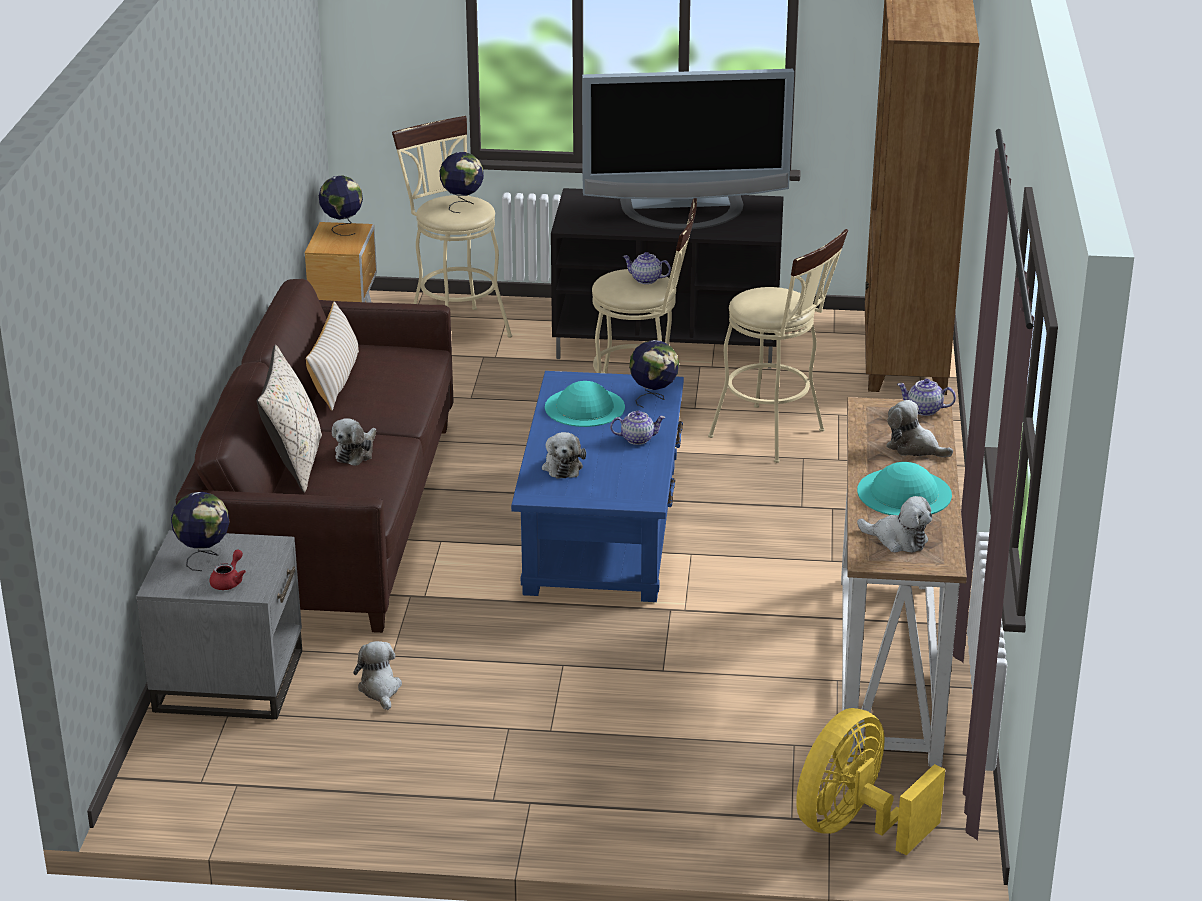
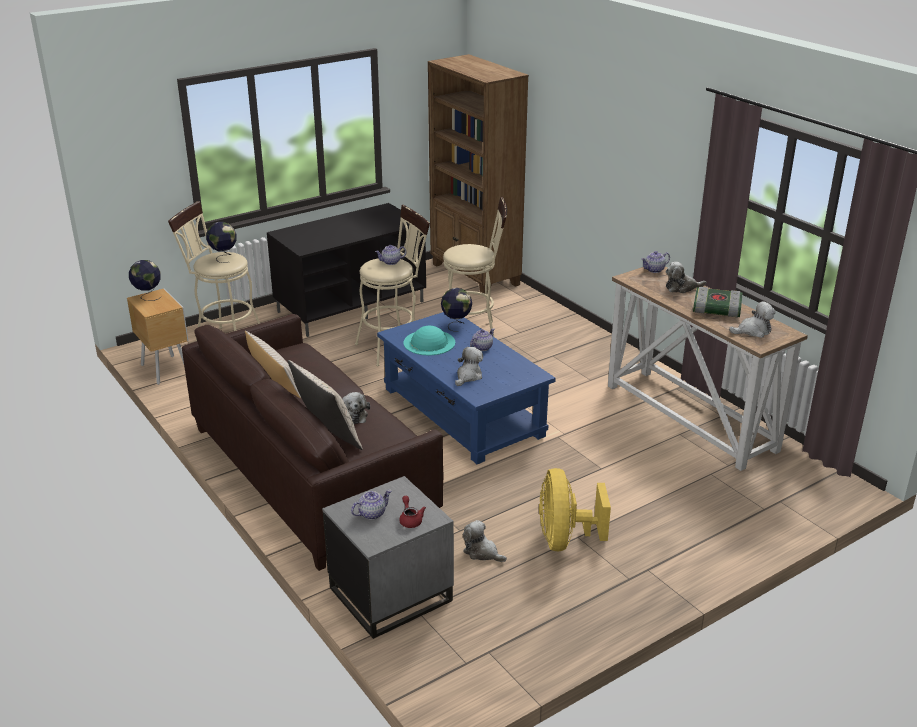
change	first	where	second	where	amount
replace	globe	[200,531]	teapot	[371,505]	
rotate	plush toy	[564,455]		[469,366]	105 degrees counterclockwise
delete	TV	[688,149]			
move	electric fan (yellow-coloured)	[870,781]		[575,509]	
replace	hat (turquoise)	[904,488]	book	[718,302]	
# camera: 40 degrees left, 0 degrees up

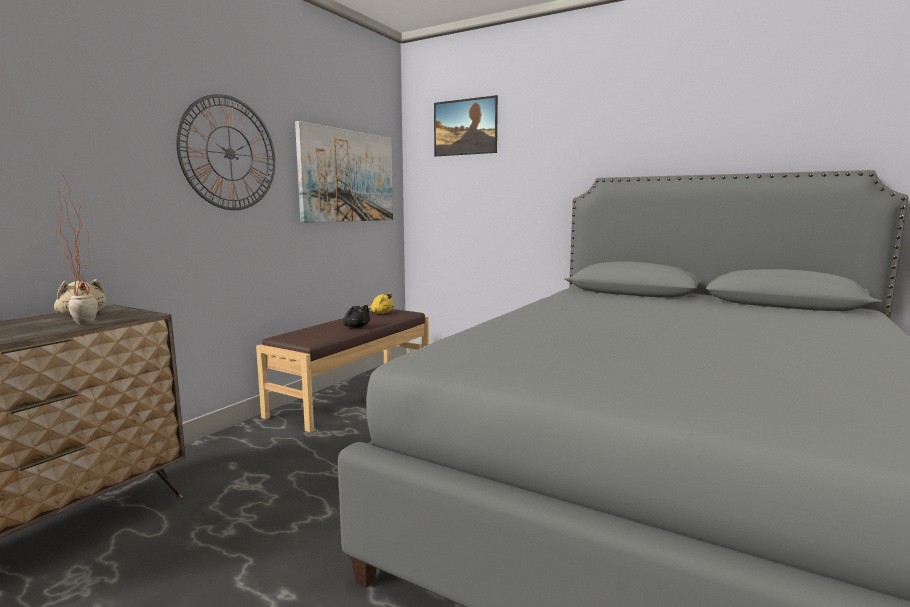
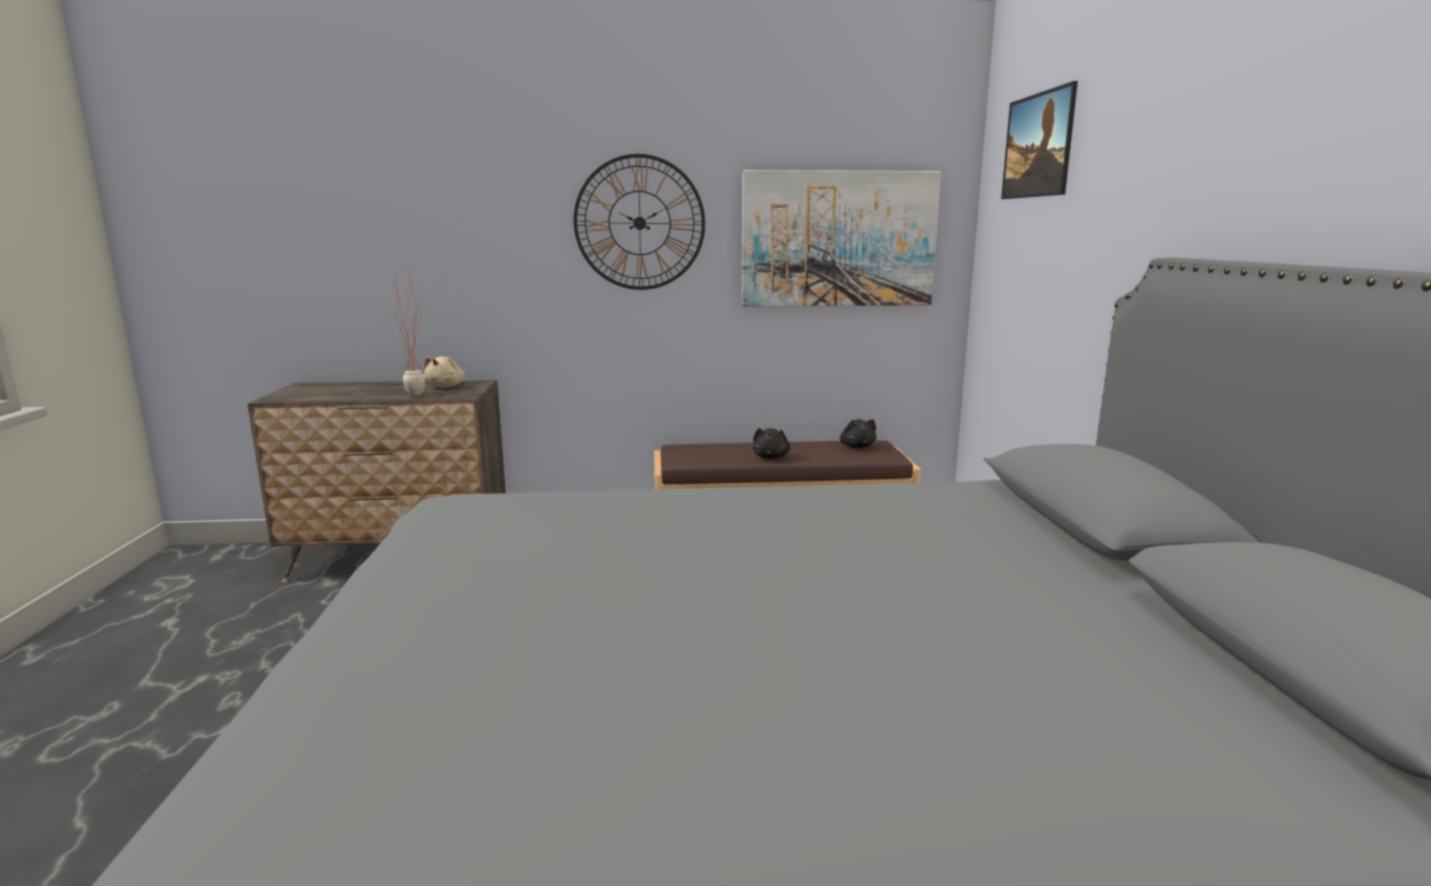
change	first	where	second	where	amount
recolor	plush toy (yellow-coloured)	[381,303]	plush toy (black-coloured)	[858,433]	
# camera: 55 degrees right, 5 degrees up

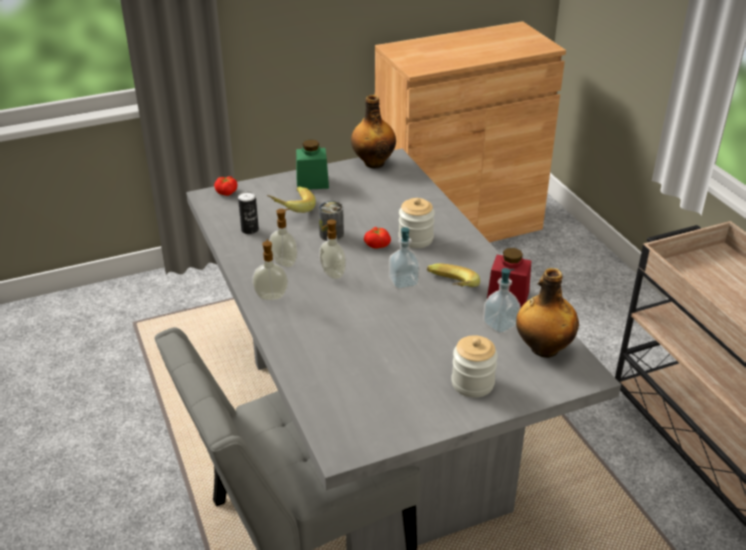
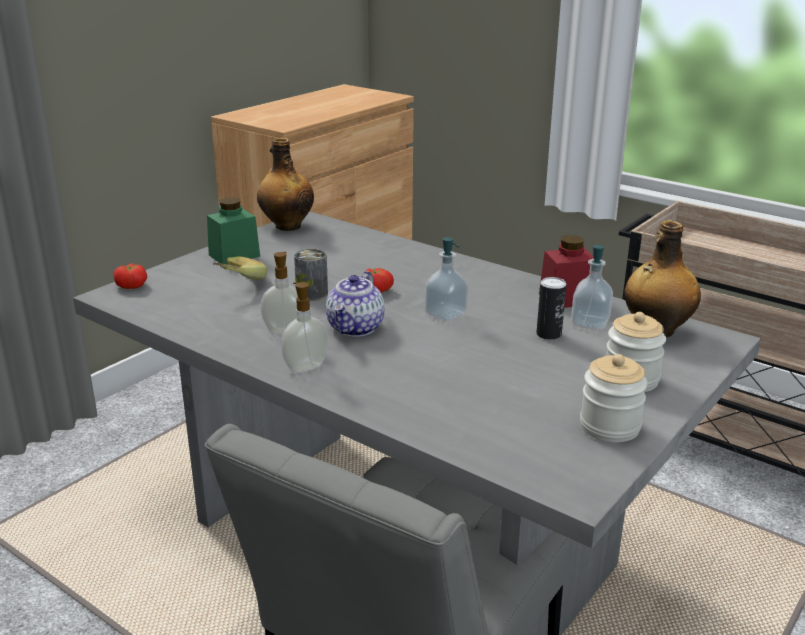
change	first	where	second	where	amount
move	sealed can	[248,213]		[551,308]	
replace	liquid soap bottle	[332,249]	teapot	[355,304]	
move	preserve jar	[416,223]		[614,398]	
delete	whole banana	[453,275]			
# camera: 30 degrees left, 10 degrees down

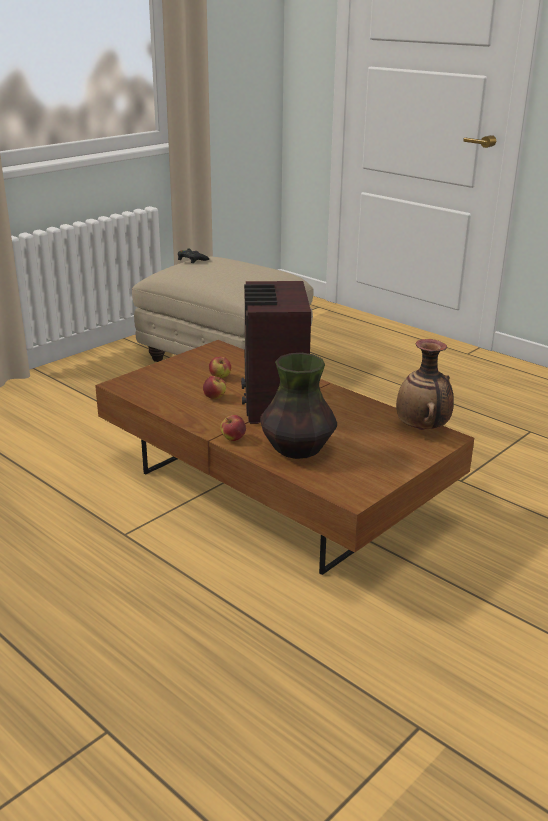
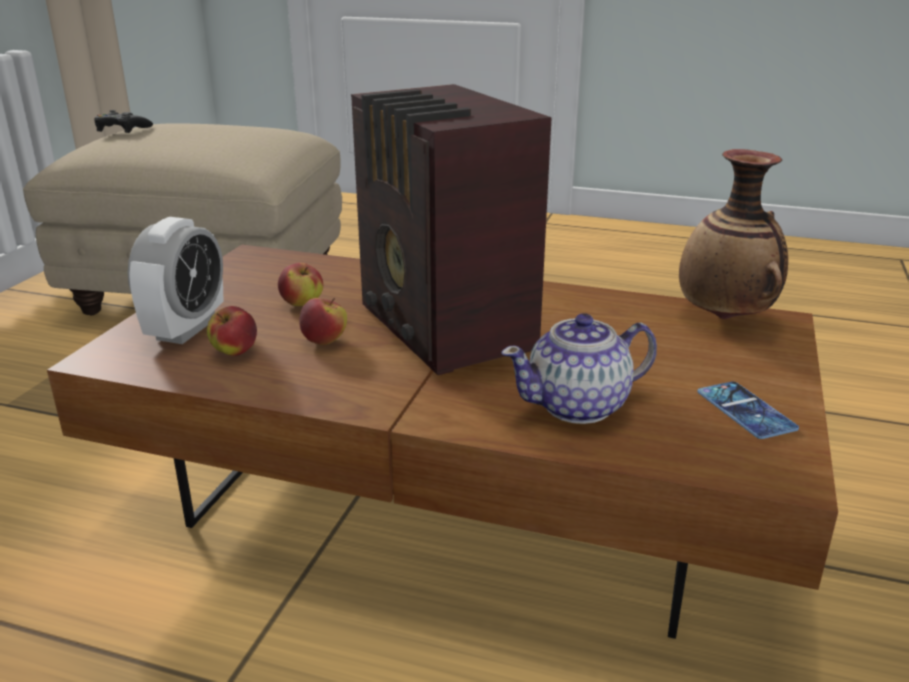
change	first	where	second	where	amount
move	apple	[233,428]		[232,331]	
replace	vase	[298,406]	teapot	[579,368]	
insert			alarm clock	[176,280]	
insert			telephone	[748,410]	
# camera: 25 degrees left, 0 degrees up

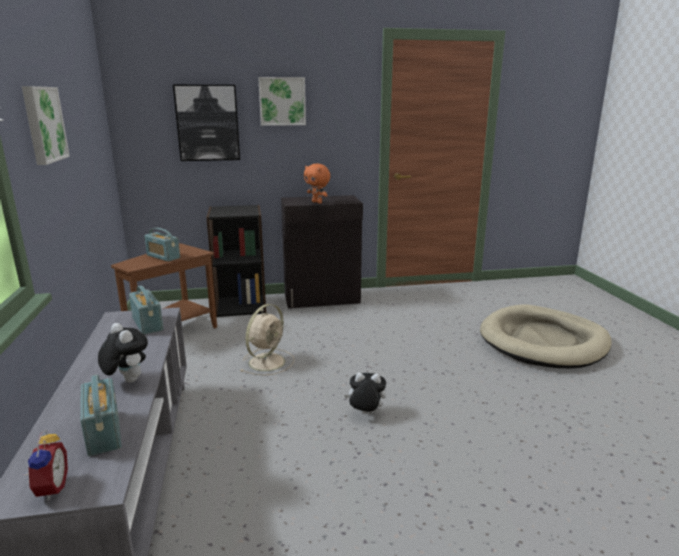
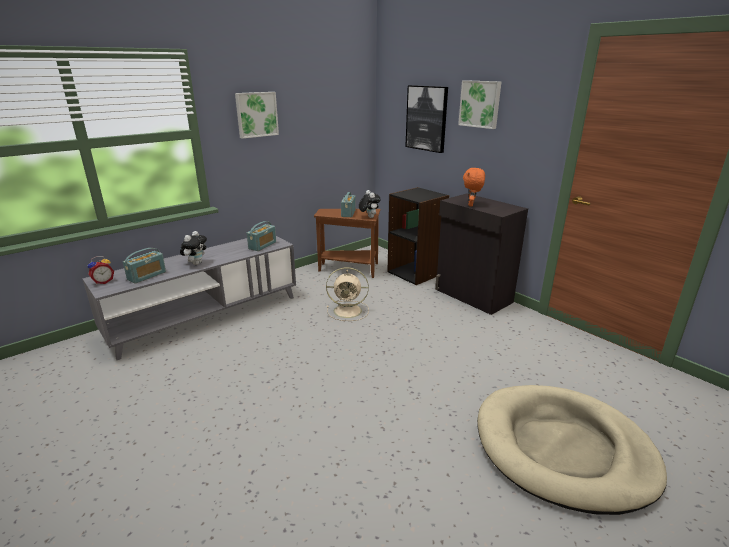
change	first	where	second	where	amount
move	plush toy	[365,393]		[370,204]	
# camera: 60 degrees right, 5 degrees up

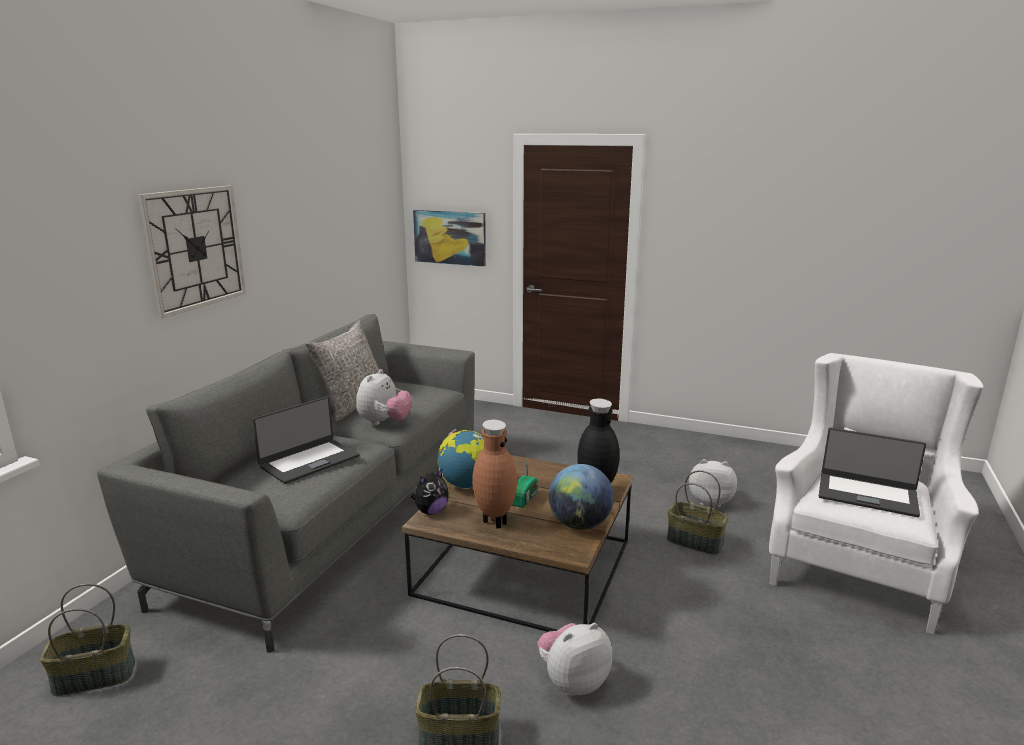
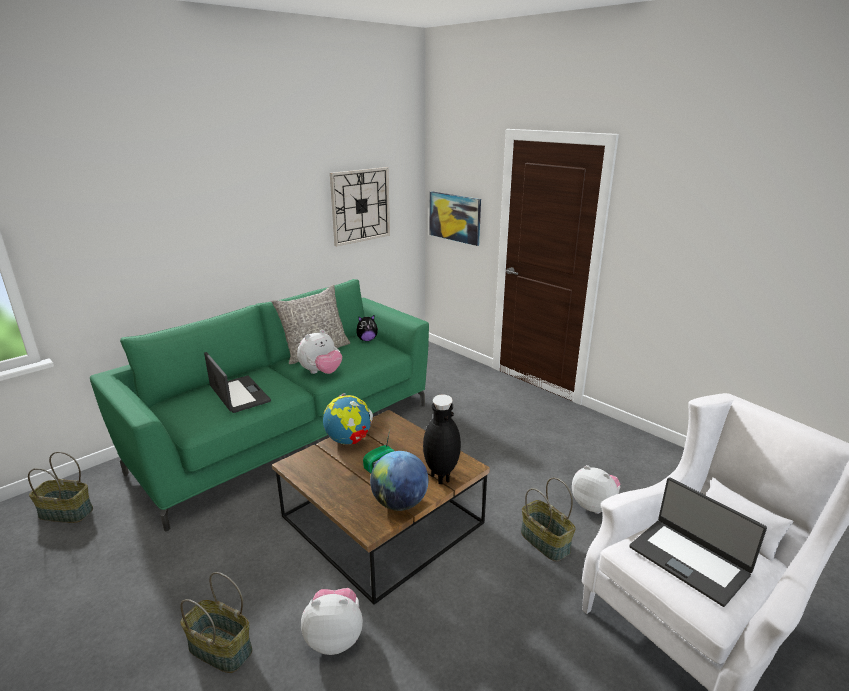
change	first	where	second	where	amount
recolor	settee (greyish)	[286,483]	settee (green-coloured)	[259,405]	
move	hanging clock	[191,252]		[360,207]	
rotate	portable computer	[305,440]		[237,382]	105 degrees counterclockwise
move	plush toy	[430,492]		[367,328]	
delete	vase (brown-coloured)	[494,474]			
# camera: 25 degrees right, 5 degrees up

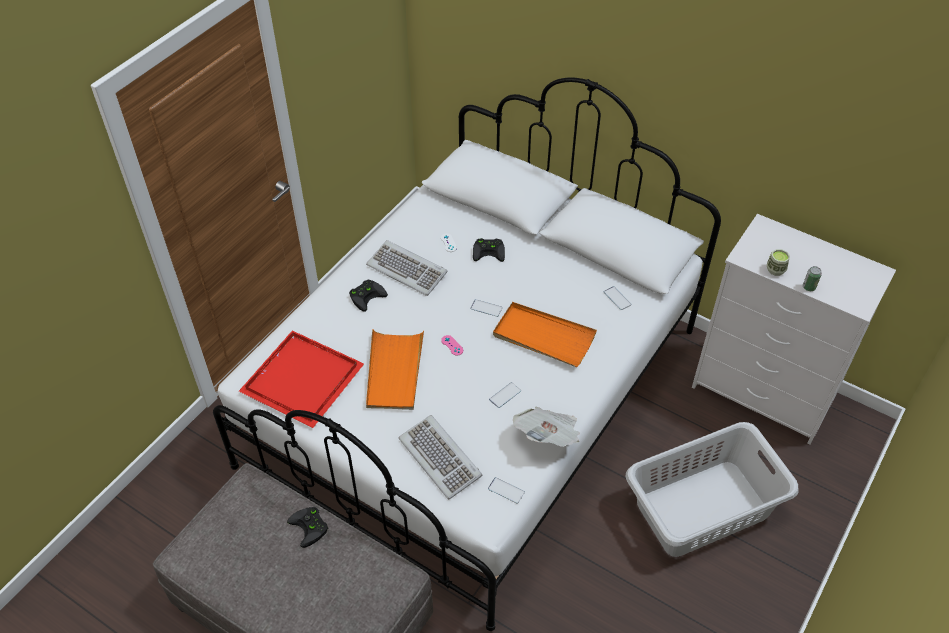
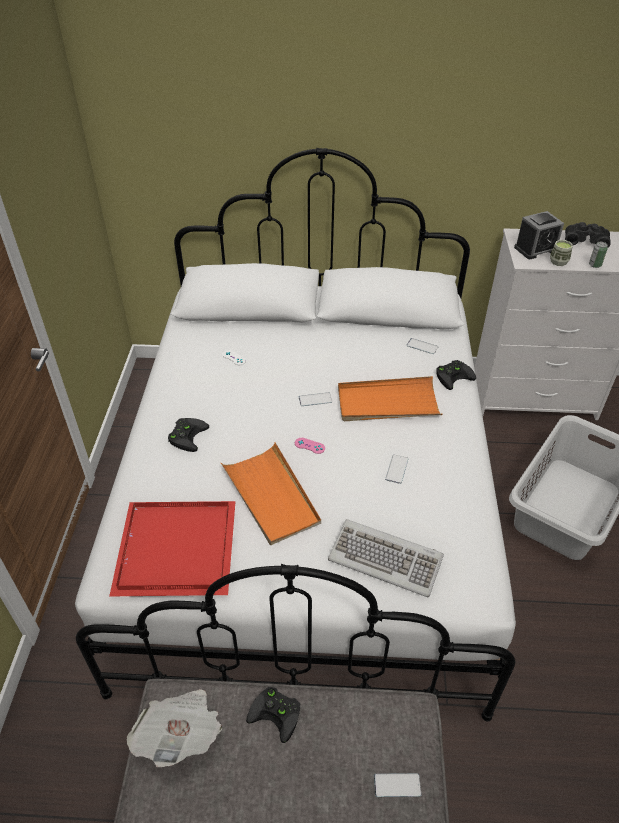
change	first	where	second	where	amount
delete	computer keyboard	[407,268]			
move	gamepad (black-coloured)	[489,250]		[456,375]	
move	telephone	[506,490]		[398,785]	
move	newspaper	[546,427]		[174,728]	
insert			alarm clock	[539,235]	
insert			binoculars (black-coloured)	[588,234]	
# camera: 30 degrees left, 5 degrees down

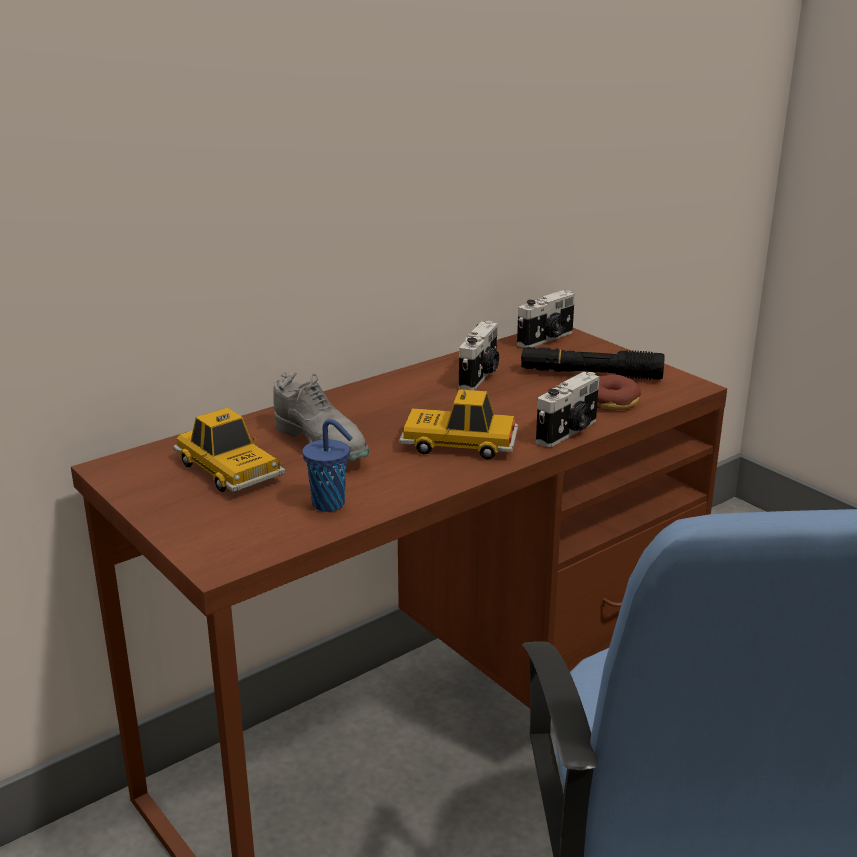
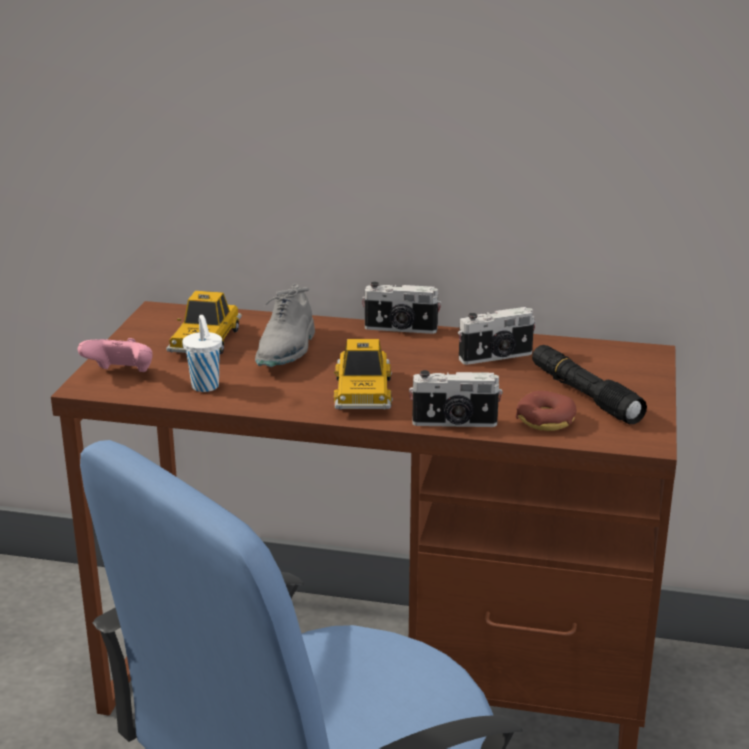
change	first	where	second	where	amount
recolor	small cup (blue)	[327,465]	small cup (white)	[202,353]	
rotate	miniature car	[458,424]		[363,374]	150 degrees counterclockwise
move	photo camera	[546,319]		[401,308]	
insert			gamepad (pinkish)	[115,355]	
# camera: 50 degrees right, 0 degrees up

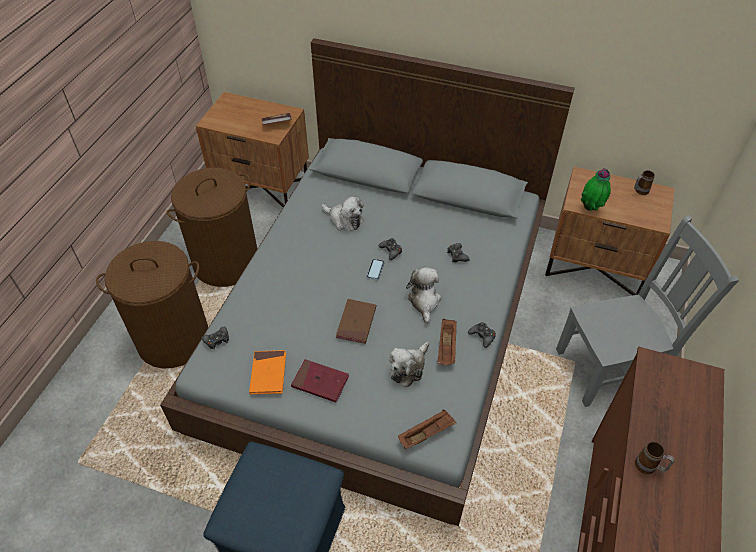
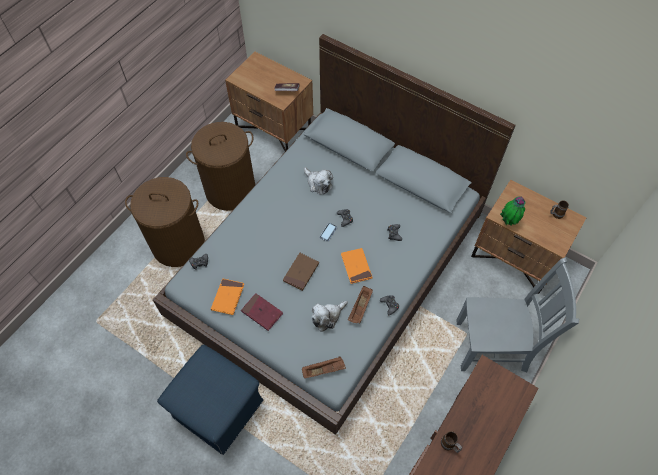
change	first	where	second	where	amount
replace	plush toy	[423,295]	book (orange)	[357,266]	
# camera: 15 degrees right, 10 degrees up

